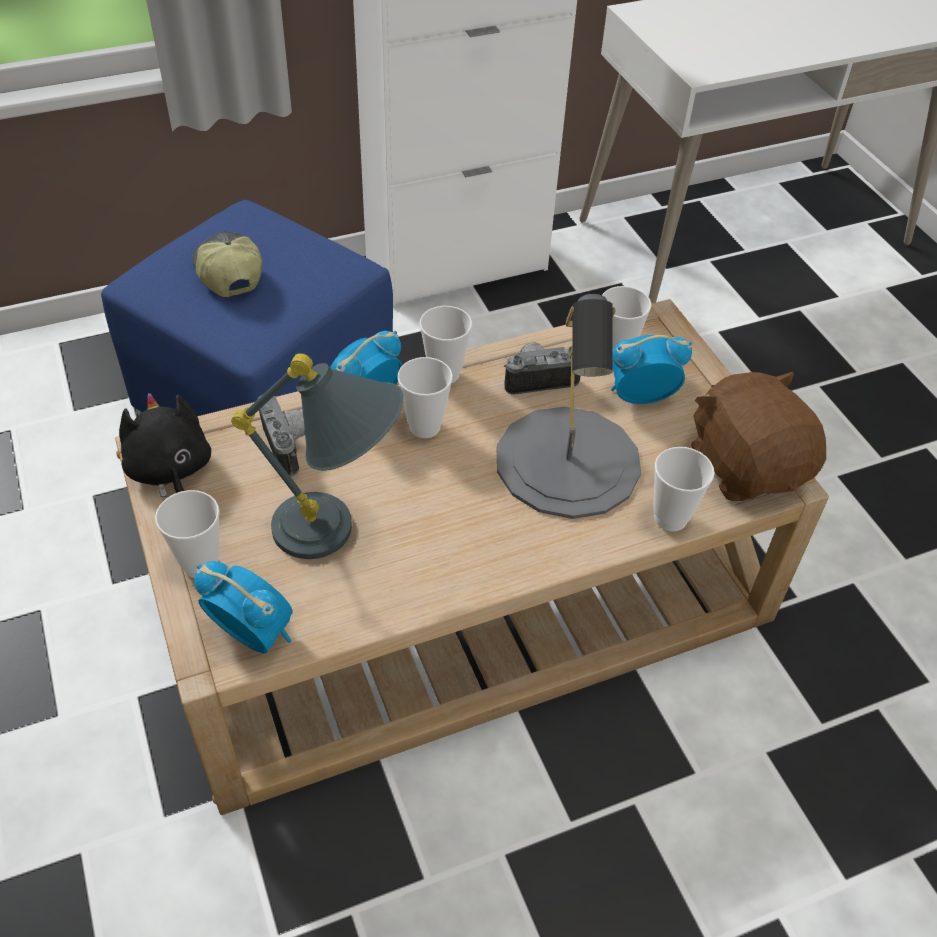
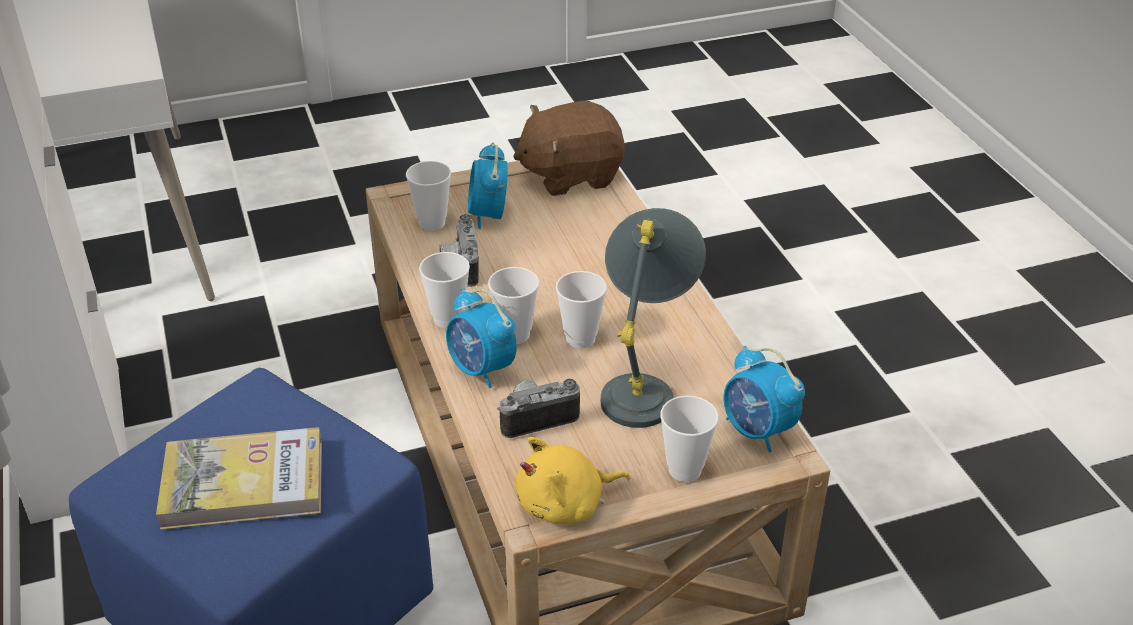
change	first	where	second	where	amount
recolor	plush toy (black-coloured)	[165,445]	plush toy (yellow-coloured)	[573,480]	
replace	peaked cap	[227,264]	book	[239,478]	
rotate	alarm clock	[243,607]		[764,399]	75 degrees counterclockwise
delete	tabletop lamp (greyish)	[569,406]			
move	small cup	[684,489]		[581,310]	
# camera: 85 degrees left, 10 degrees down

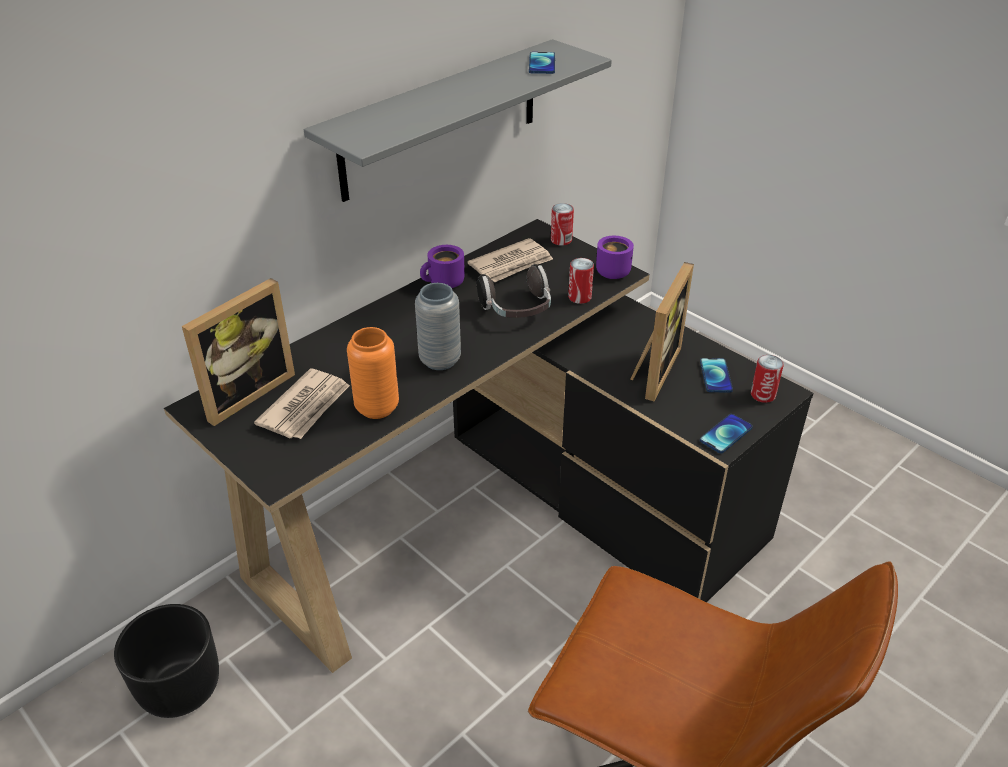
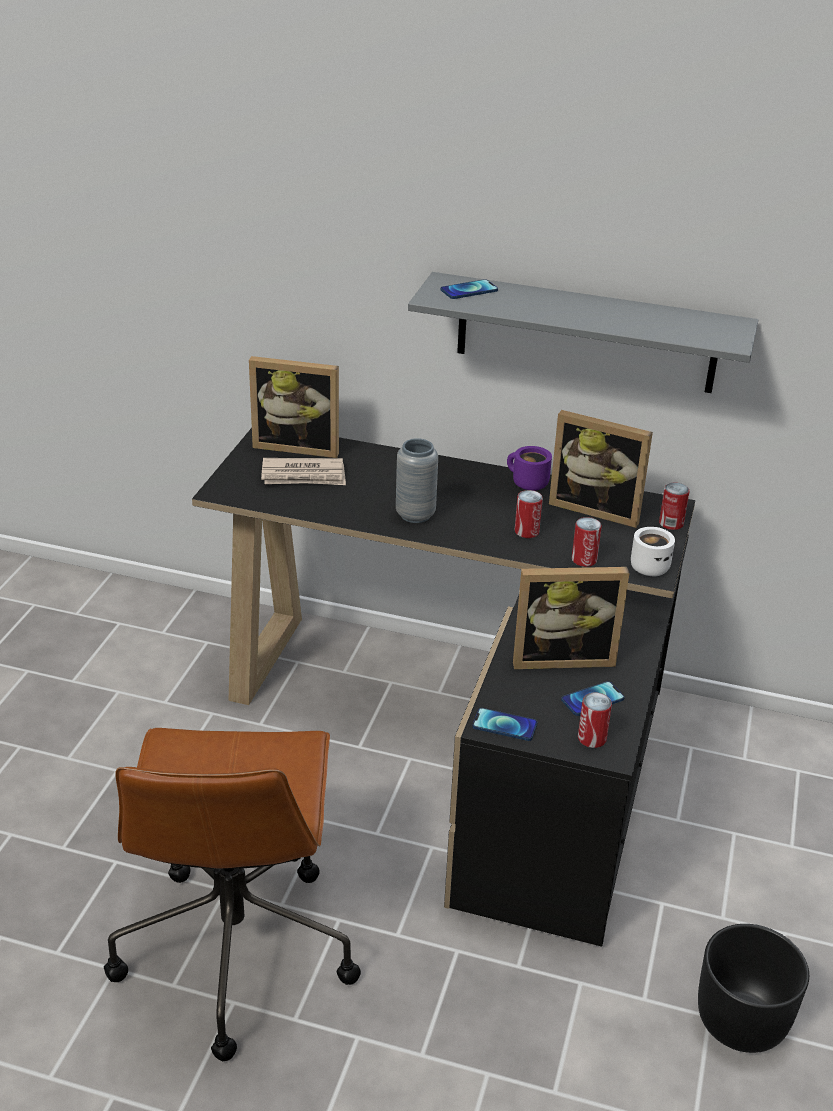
change	first	where	second	where	amount
move	flower pot (black-coloured)	[166,661]		[753,988]	
delete	vase (orange)	[373,373]			
replace	newspaper	[510,260]	standing frame	[601,469]	
replace	headset	[514,291]	sealed can	[529,514]	
move	telephone	[542,63]		[469,289]	
recolor	tea mug (purple)	[615,257]	tea mug (white)	[653,551]	
# camera: 60 degrees right, 5 degrees down

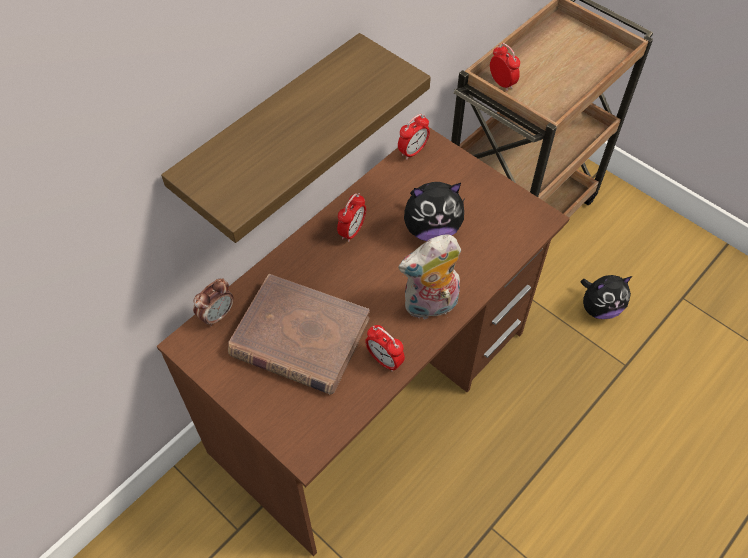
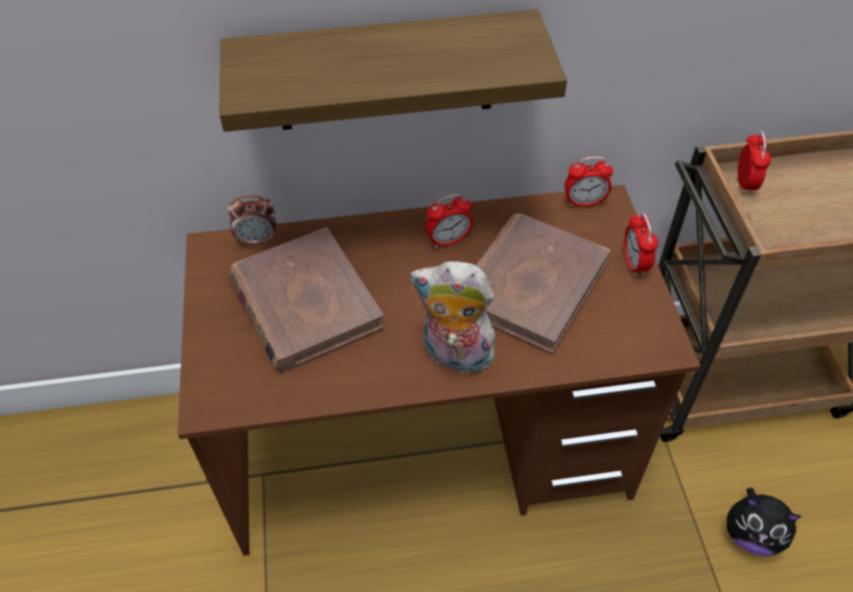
change	first	where	second	where	amount
move	alarm clock	[385,348]		[641,244]	
replace	plush toy	[434,211]	book (brown-coloured)	[543,284]	
# camera: 40 degrees right, 5 degrees down

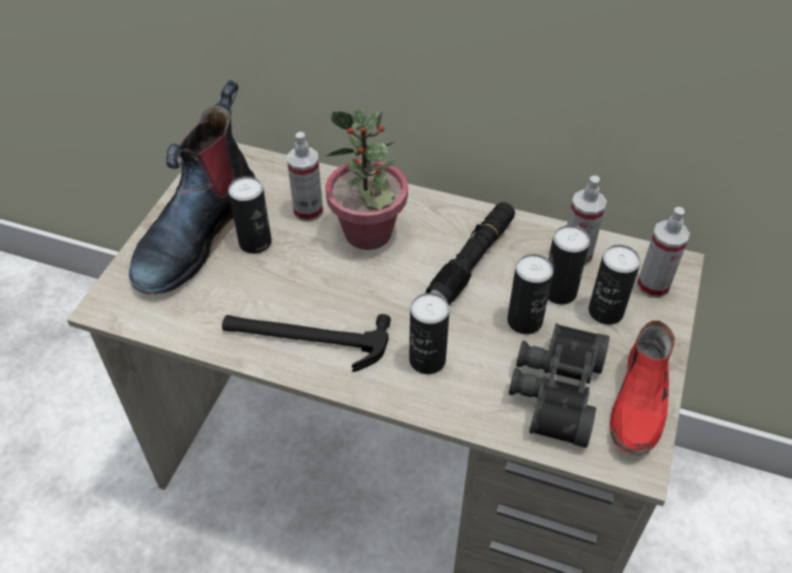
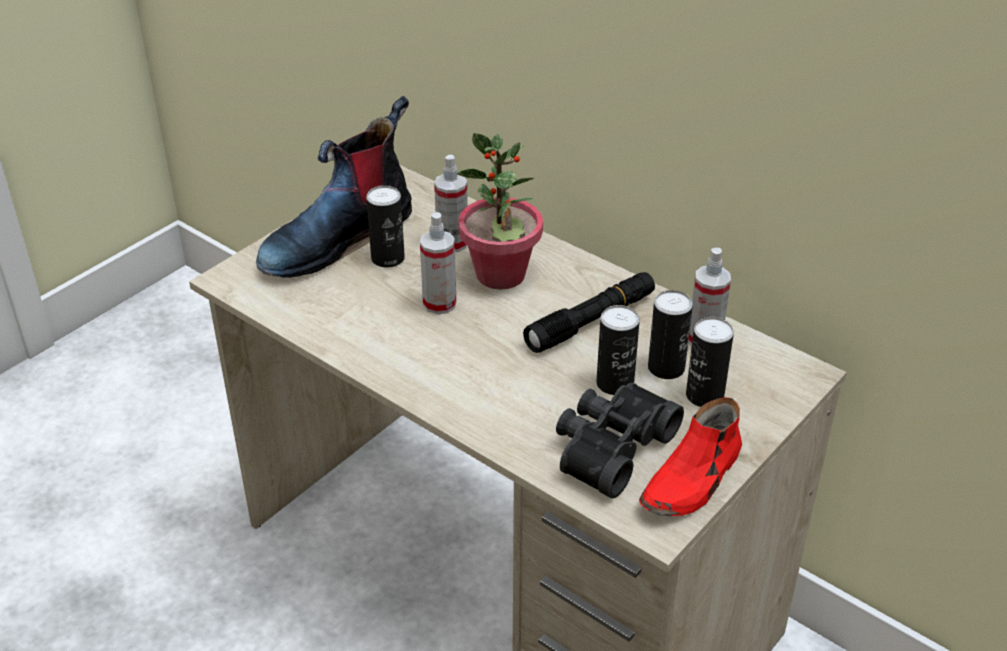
change	first	where	second	where	amount
delete	hand hammer	[306,343]			
delete	sealed can	[429,333]			
move	spray bottle	[663,252]		[438,263]	
# camera: 20 degrees right, 10 degrees down

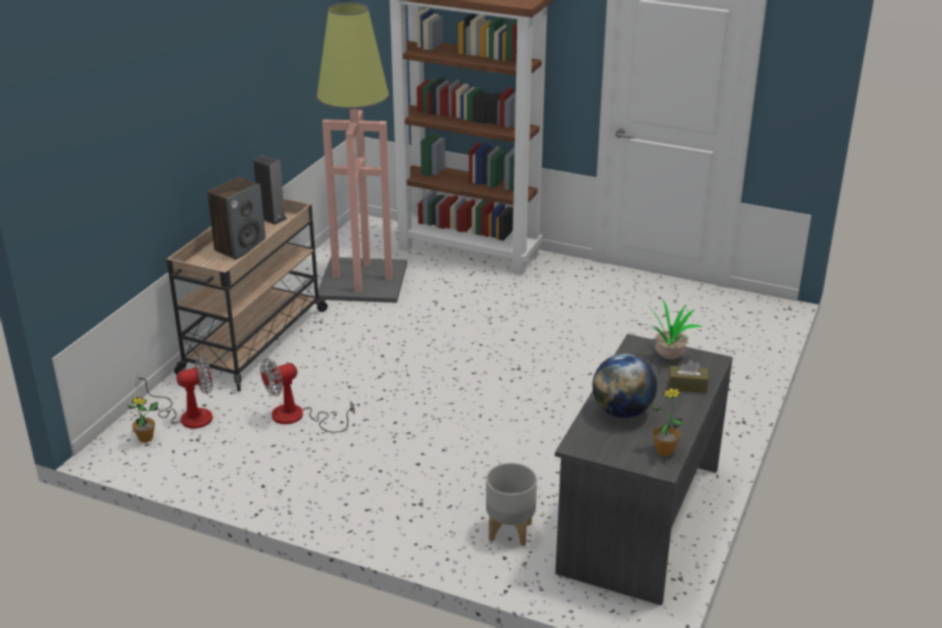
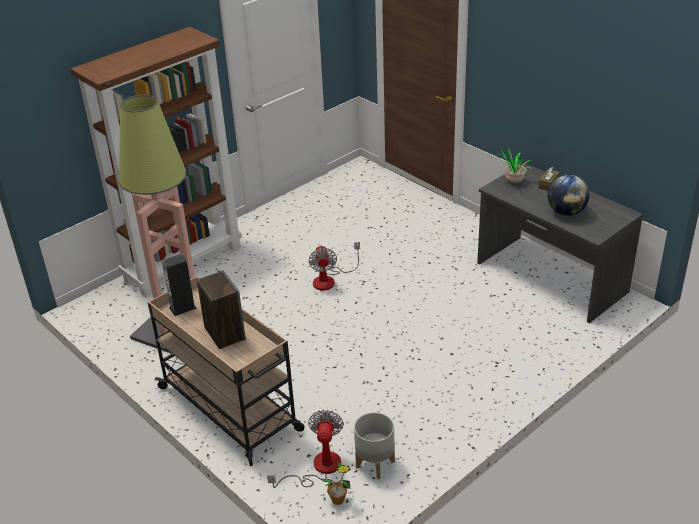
change	first	where	second	where	amount
move	electric fan	[307,395]		[334,266]	
move	flower pot (greyish)	[511,504]		[374,445]	
delete	potted plant	[666,421]			
# camera: 65 degrees left, 5 degrees up

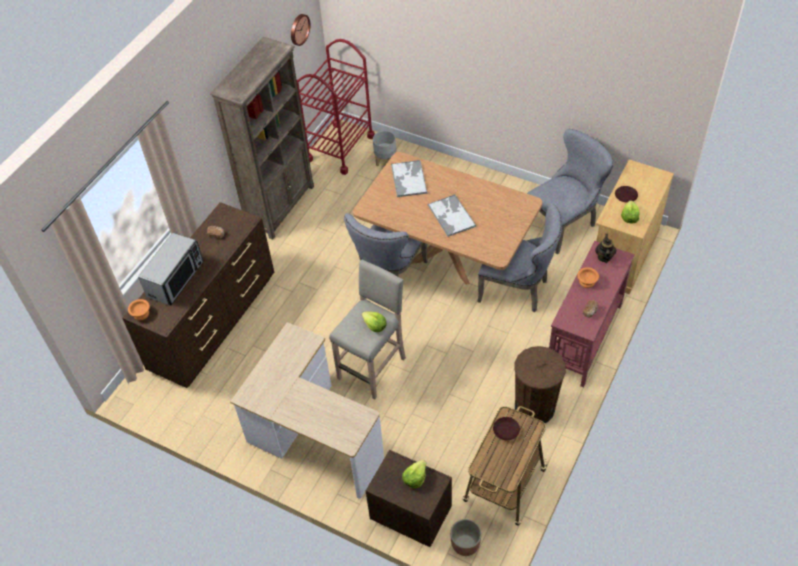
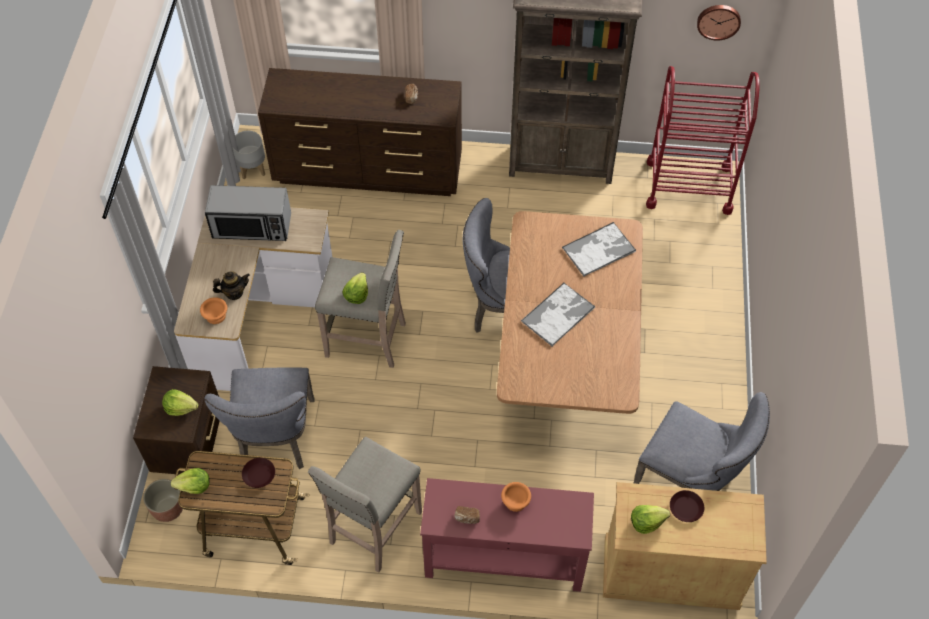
change	first	where	second	where	amount
move	deep dish (orange)	[139,309]		[213,310]	
move	microwave	[171,268]		[248,213]	
move	flower pot (greyish)	[384,149]		[249,155]	
move	plain chair (greyish)	[519,258]		[259,418]	
replace	waste bin (brown-coloured)	[540,385]	stool seat (beige-coloured)	[365,504]	
move	teapot	[605,248]		[231,285]	
insert			lettuce head	[190,481]	
# camera: 65 degrees right, 5 degrees up

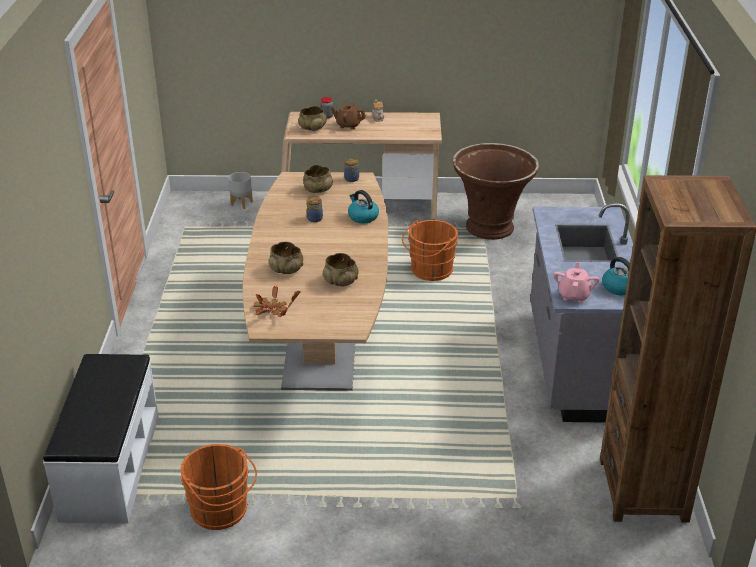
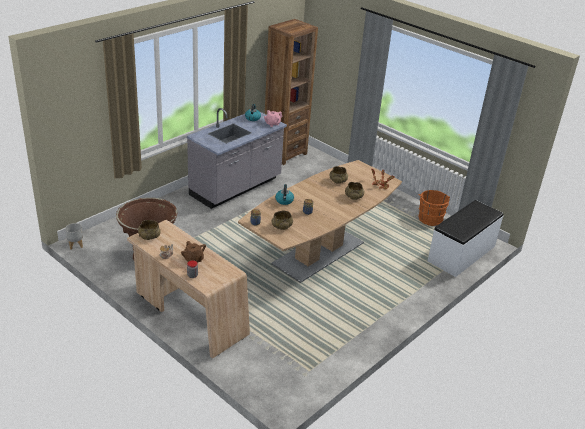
change	first	where	second	where	amount
move	flower pot (greyish)	[241,190]		[74,236]	
move	deep dish (beige-coloured)	[312,118]		[149,230]	
delete	water bucket (orange)	[430,250]			
# camera: 140 degrees left, 0 degrees up

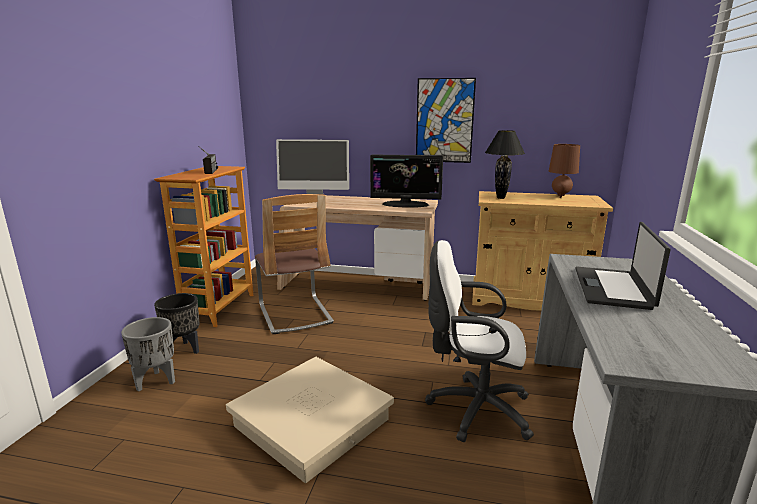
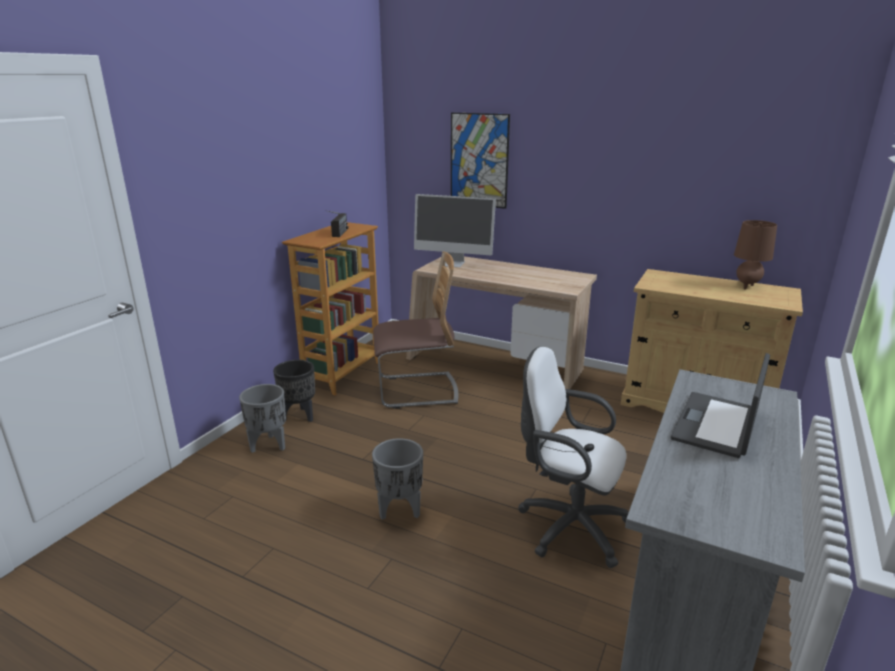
change	first	where	second	where	amount
replace	storage container (beige-coloured)	[310,420]	flower pot (greyish)	[397,479]	
rotate	plain chair	[294,264]		[415,330]	90 degrees counterclockwise
delete	monitor	[406,181]			
move	picture	[446,120]		[480,160]	
delete	tabletop lamp (black-coloured)	[505,164]			
# camera: 15 degrees right, 5 degrees up

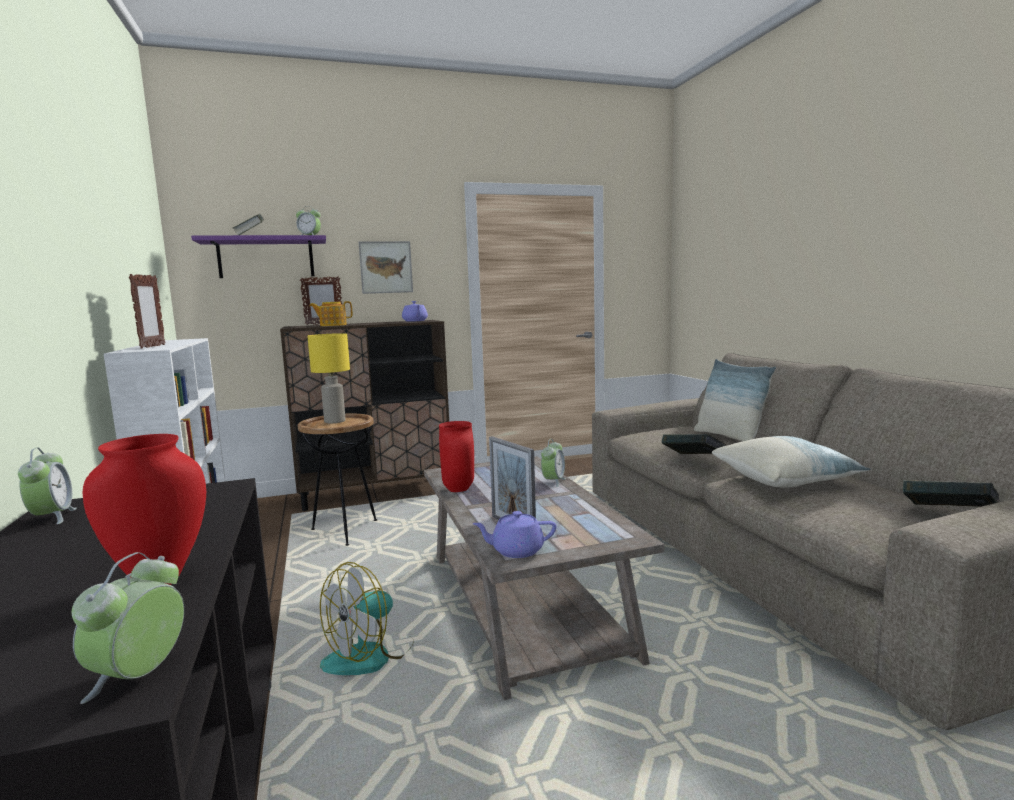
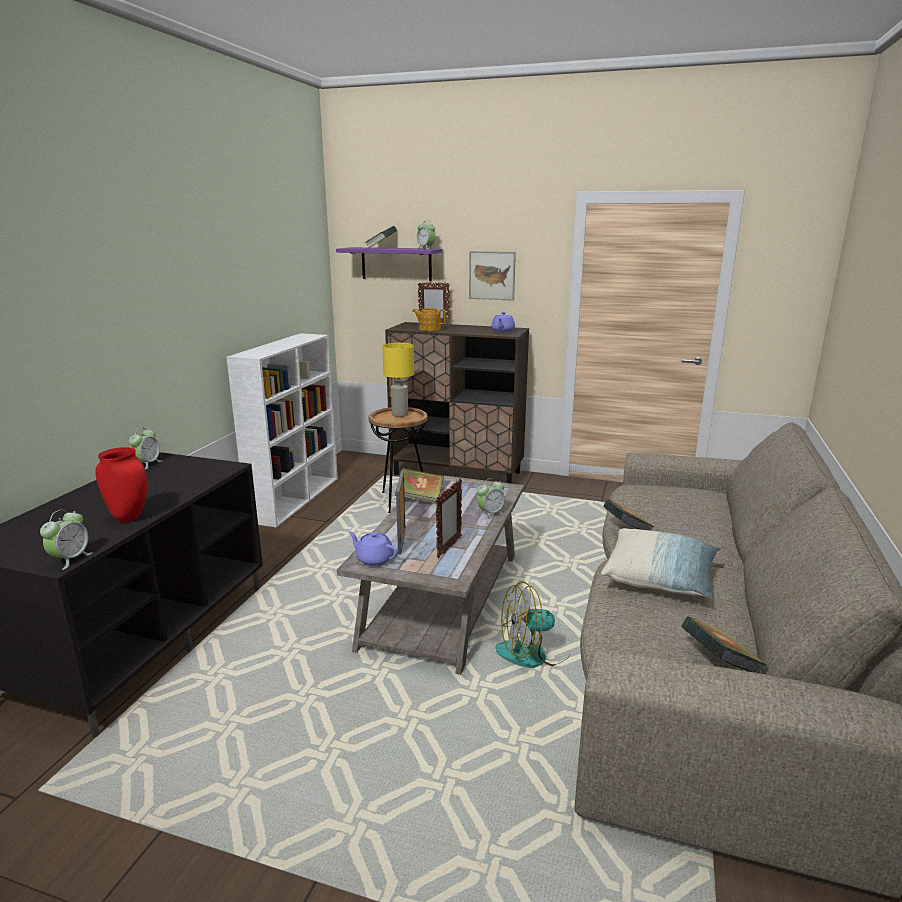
change	first	where	second	where	amount
rotate	alarm clock	[128,628]		[66,540]	150 degrees clockwise
move	standing frame	[147,311]		[449,518]	
move	electric fan	[367,618]		[532,624]	
replace	vase (red-coloured)	[456,456]	book	[419,486]	
delete	pillow	[735,400]			
# camera: 35 degrees right, 10 degrees up

